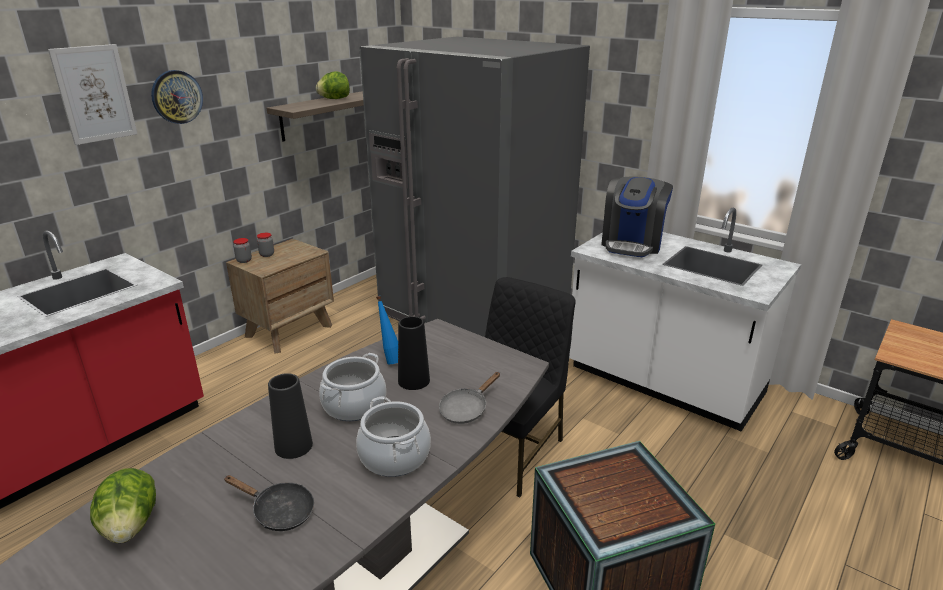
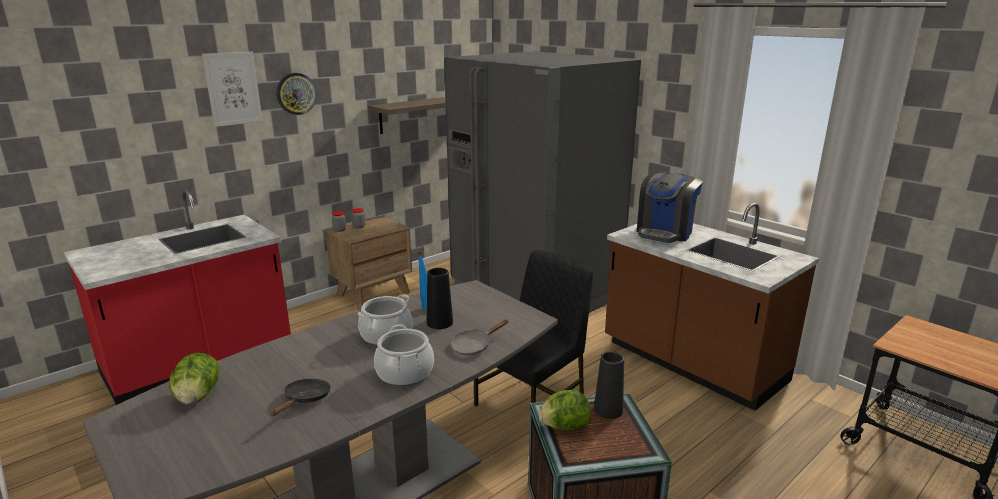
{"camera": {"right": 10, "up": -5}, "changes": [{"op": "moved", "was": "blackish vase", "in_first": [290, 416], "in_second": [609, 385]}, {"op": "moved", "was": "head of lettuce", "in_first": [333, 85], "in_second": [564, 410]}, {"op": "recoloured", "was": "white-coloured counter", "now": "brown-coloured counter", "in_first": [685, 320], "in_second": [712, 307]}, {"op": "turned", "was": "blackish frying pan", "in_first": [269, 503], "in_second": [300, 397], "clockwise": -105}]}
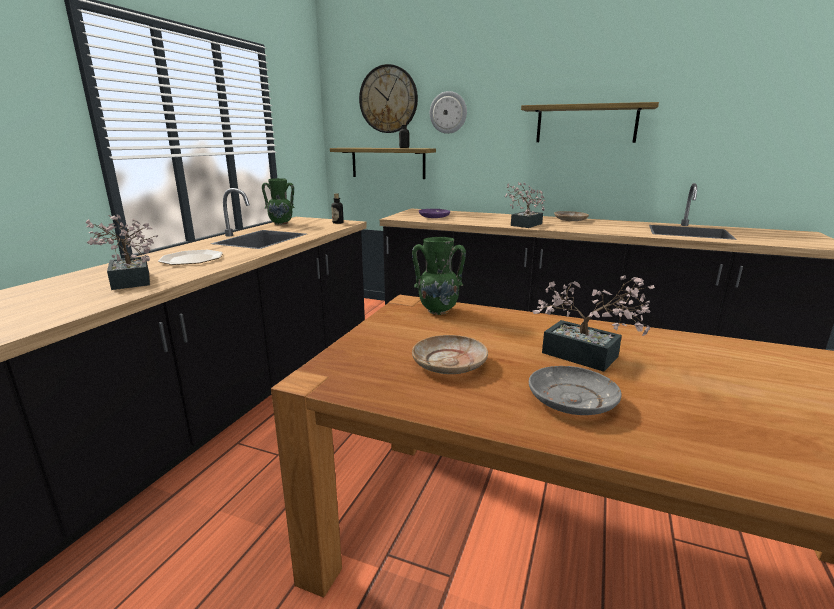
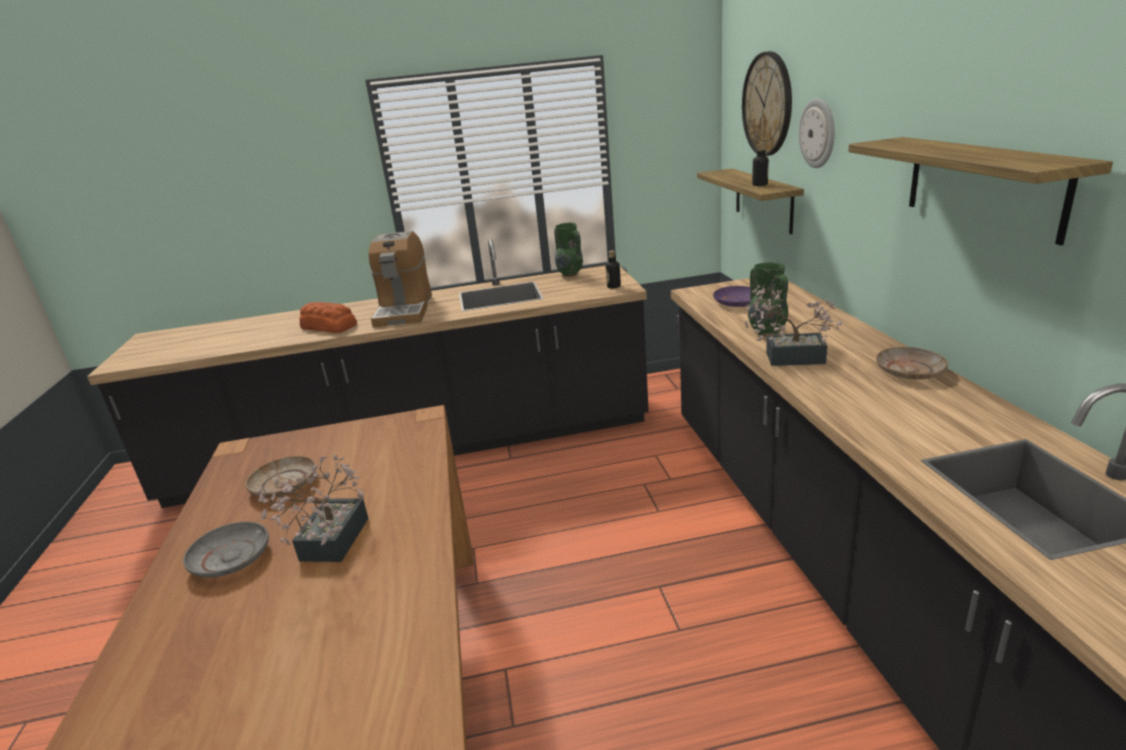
{"camera": {"right": 60, "up": 5}, "changes": [{"op": "moved", "was": "green-coloured vase", "in_first": [439, 276], "in_second": [768, 299]}, {"op": "replaced", "was": "plant in a pot", "now": "bread", "in_first": [122, 252], "in_second": [328, 317]}, {"op": "replaced", "was": "plate", "now": "coffee maker", "in_first": [190, 257], "in_second": [400, 279]}]}
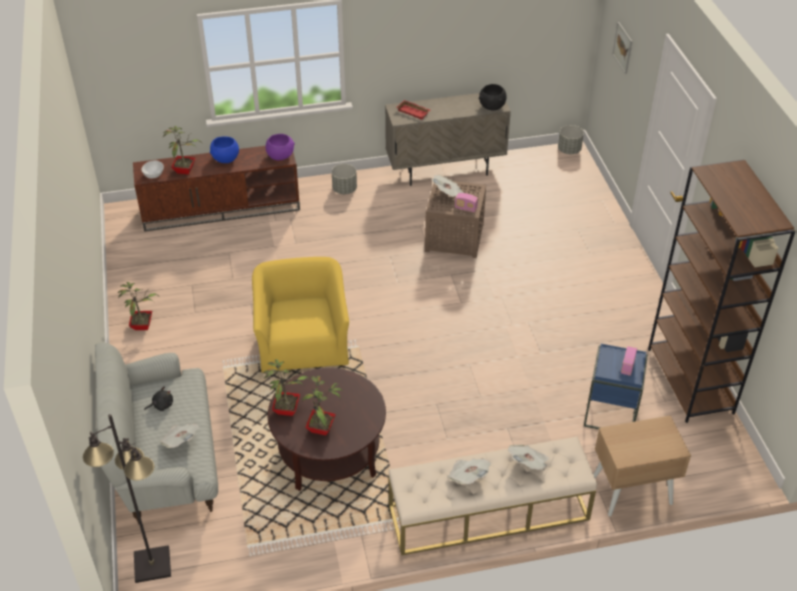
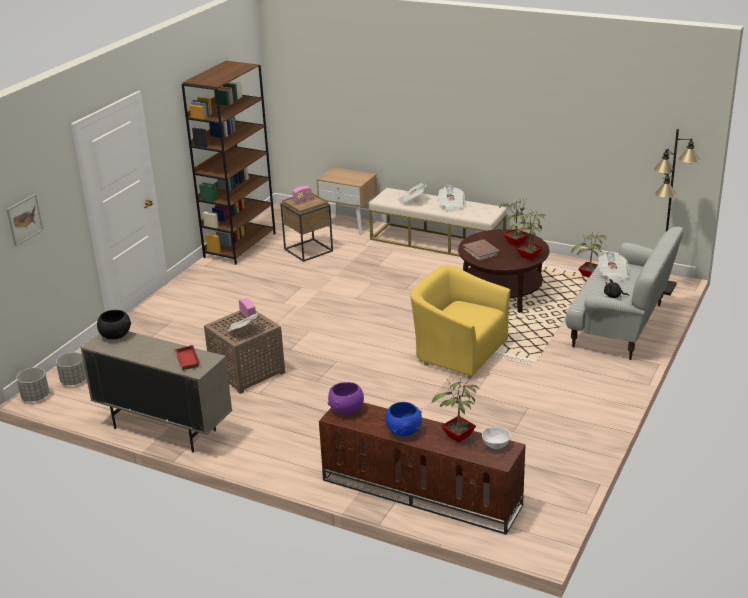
{"camera": {"right": -140, "up": -15}, "changes": [{"op": "added", "now": "brown-coloured volume", "in_second": [481, 250]}, {"op": "moved", "was": "plant in a pot", "in_first": [138, 306], "in_second": [588, 255]}, {"op": "moved", "was": "grey planter", "in_first": [344, 179], "in_second": [71, 368]}, {"op": "recoloured", "was": "blue end table", "now": "brown-coloured end table", "in_first": [616, 386], "in_second": [306, 227]}, {"op": "turned", "was": "yellowish armchair", "in_first": [300, 315], "in_second": [460, 322], "clockwise": 90}]}
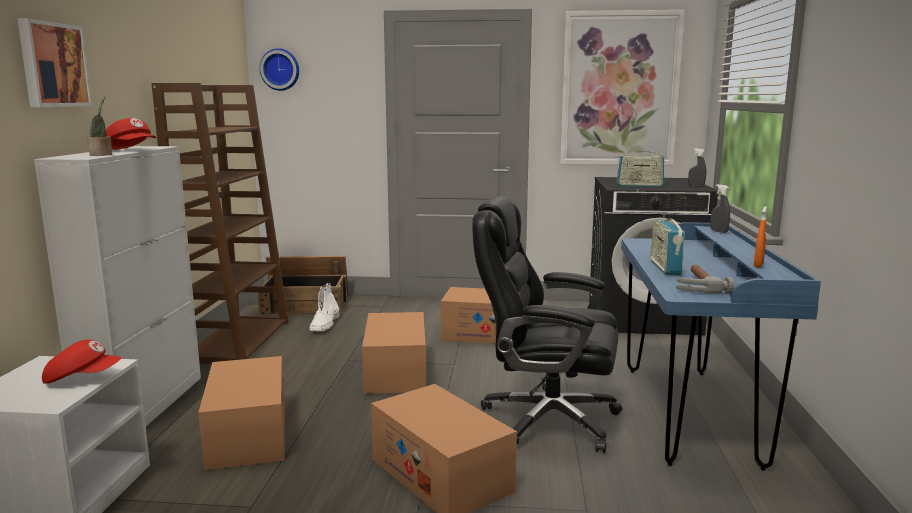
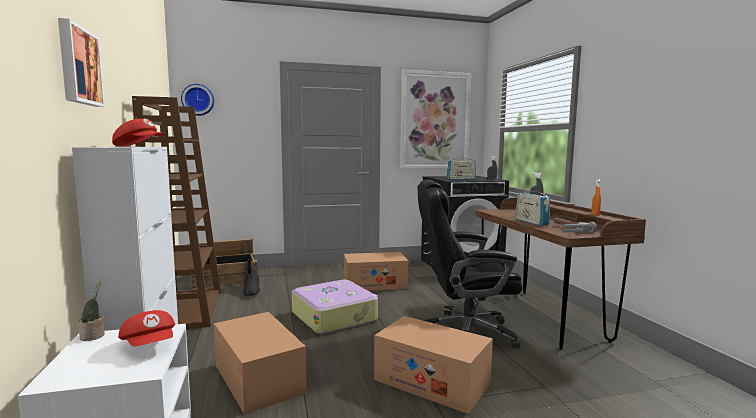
{"camera": {"right": -20, "up": -5}, "changes": [{"op": "moved", "was": "plant in a pot", "in_first": [99, 126], "in_second": [91, 310]}, {"op": "replaced", "was": "packing box", "now": "travel case", "in_first": [394, 353], "in_second": [335, 307]}, {"op": "recoloured", "was": "white-coloured high-top boot", "now": "blackish high-top boot", "in_first": [324, 307], "in_second": [251, 277]}, {"op": "recoloured", "was": "blue desk table", "now": "brown-coloured desk table", "in_first": [721, 346], "in_second": [560, 274]}, {"op": "turned", "was": "reddish cap", "in_first": [82, 361], "in_second": [146, 328], "clockwise": 75}]}
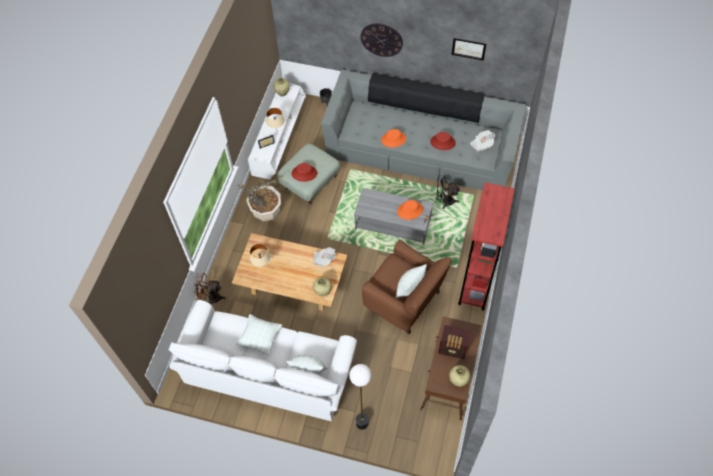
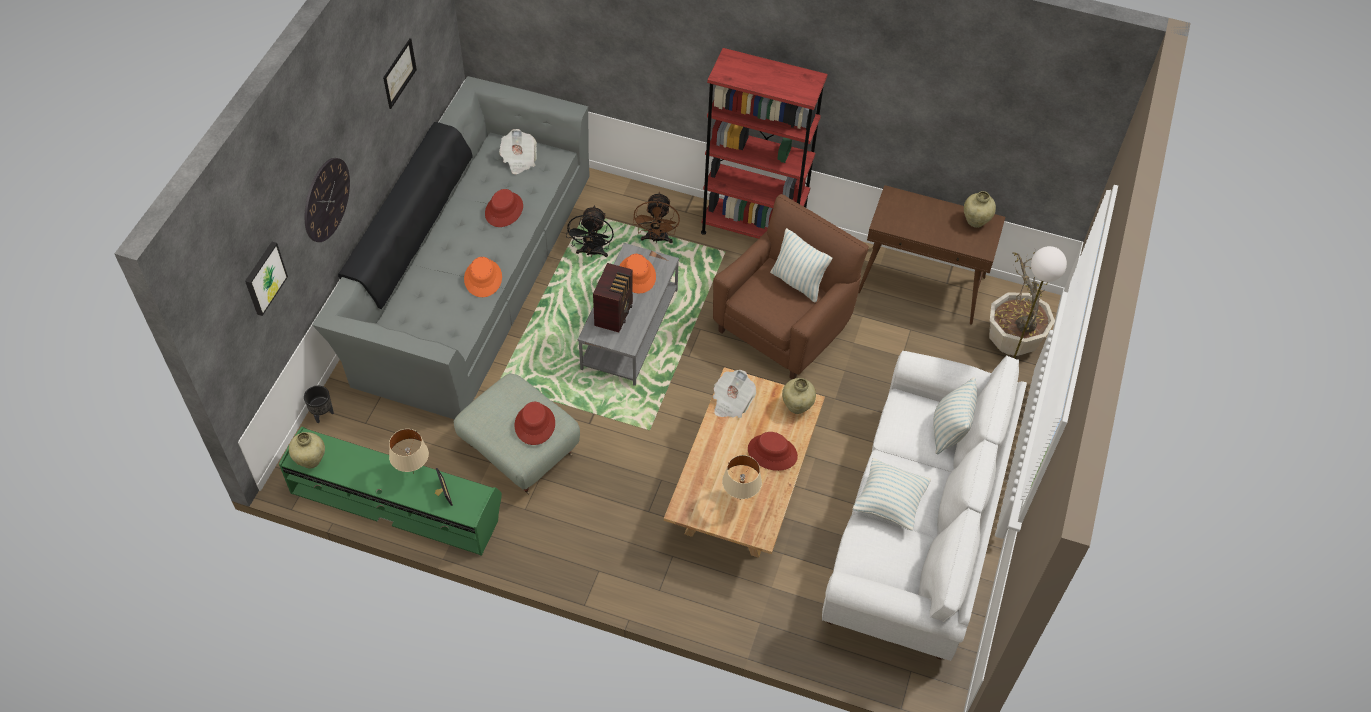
{"camera": {"right": -90, "up": -5}, "changes": [{"op": "added", "now": "wall art", "in_second": [266, 279]}, {"op": "added", "now": "reddish clothing hat", "in_second": [773, 451]}, {"op": "moved", "was": "brown-coloured fan", "in_first": [210, 288], "in_second": [656, 218]}, {"op": "moved", "was": "plant in a pot", "in_first": [260, 198], "in_second": [1022, 302]}, {"op": "moved", "was": "radio", "in_first": [454, 342], "in_second": [613, 297]}, {"op": "recoloured", "was": "white-coloured tv stand", "now": "green-coloured tv stand", "in_first": [277, 131], "in_second": [390, 491]}]}
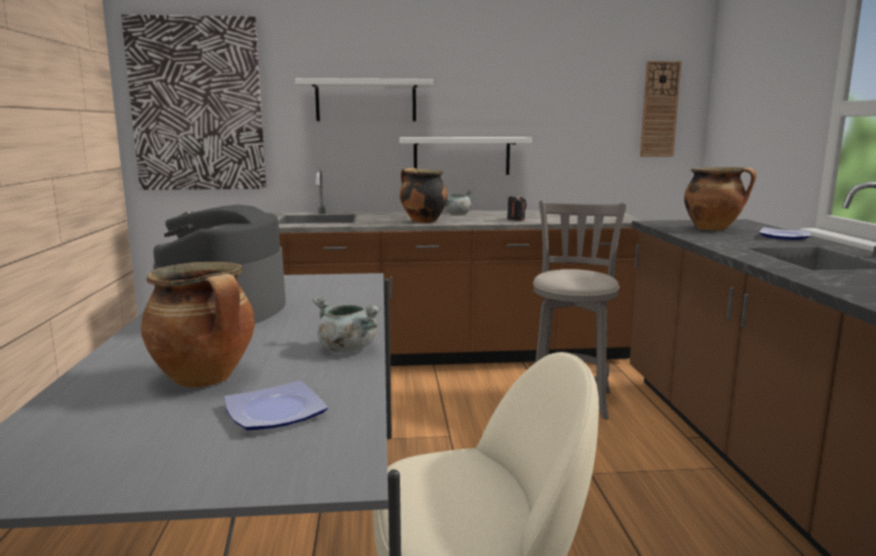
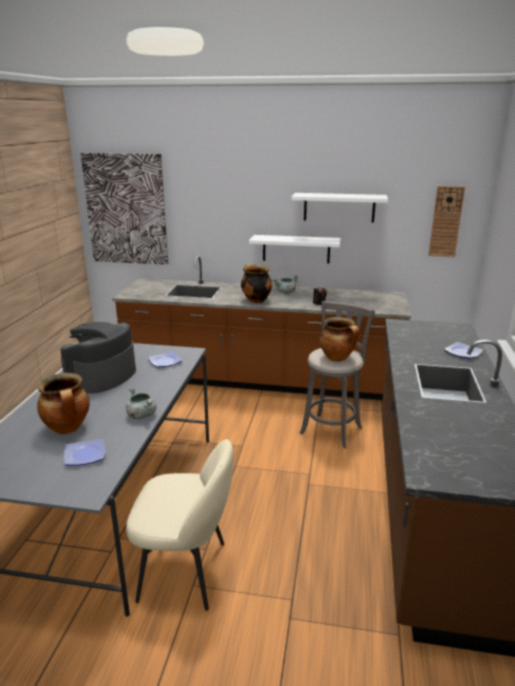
{"camera": {"right": 15, "up": 10}, "changes": [{"op": "added", "now": "plate", "in_second": [165, 359]}, {"op": "moved", "was": "white-coloured wall shelf", "in_first": [364, 99], "in_second": [340, 208]}, {"op": "moved", "was": "saucepot", "in_first": [720, 198], "in_second": [339, 339]}]}
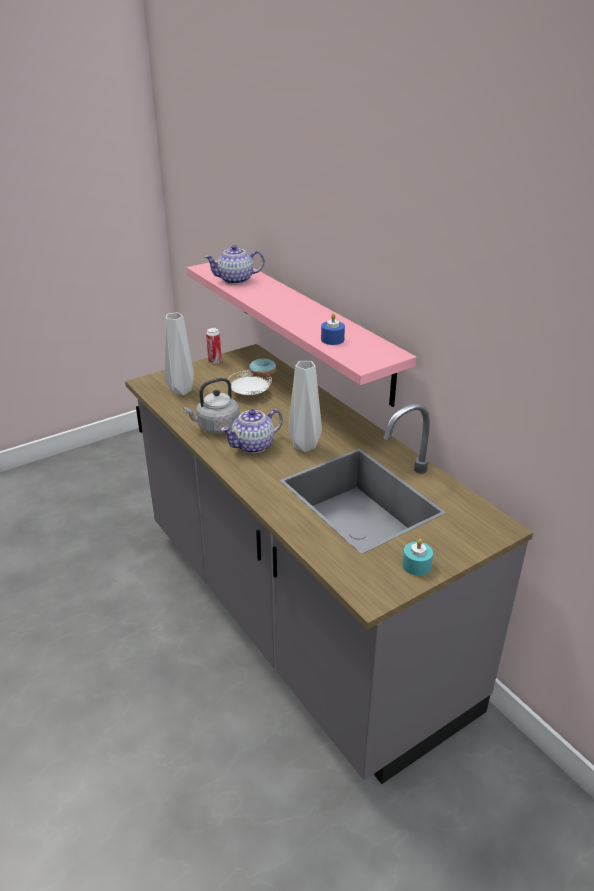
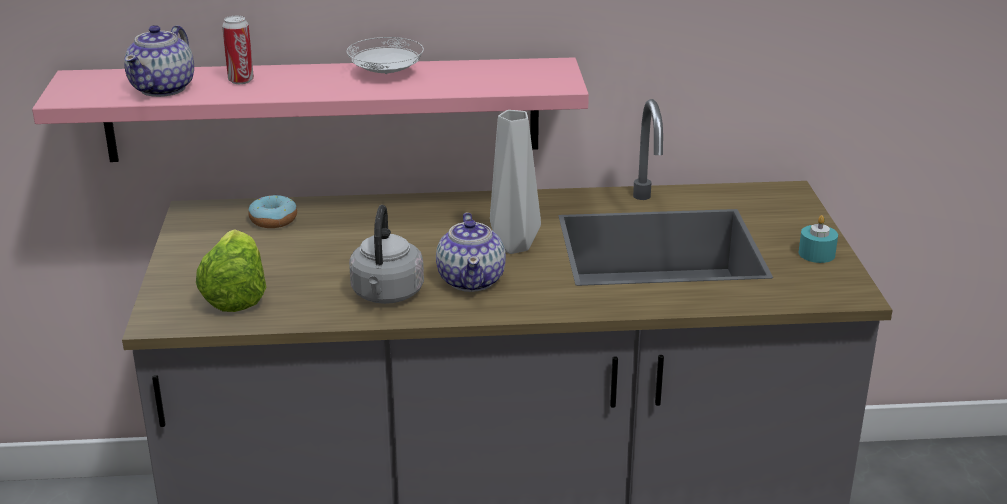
{"camera": {"right": -60, "up": -5}, "changes": [{"op": "removed", "was": "blue wax light", "in_first": [333, 329]}, {"op": "moved", "was": "sealed can", "in_first": [214, 346], "in_second": [238, 50]}, {"op": "moved", "was": "white-coloured plate", "in_first": [250, 382], "in_second": [385, 55]}, {"op": "replaced", "was": "grey vase", "now": "head of lettuce", "in_first": [179, 354], "in_second": [231, 270]}]}
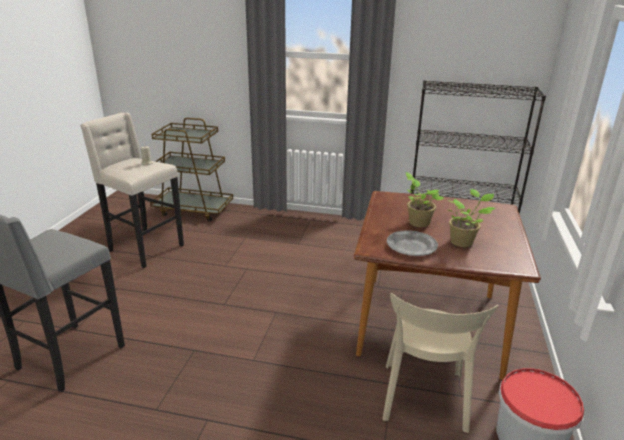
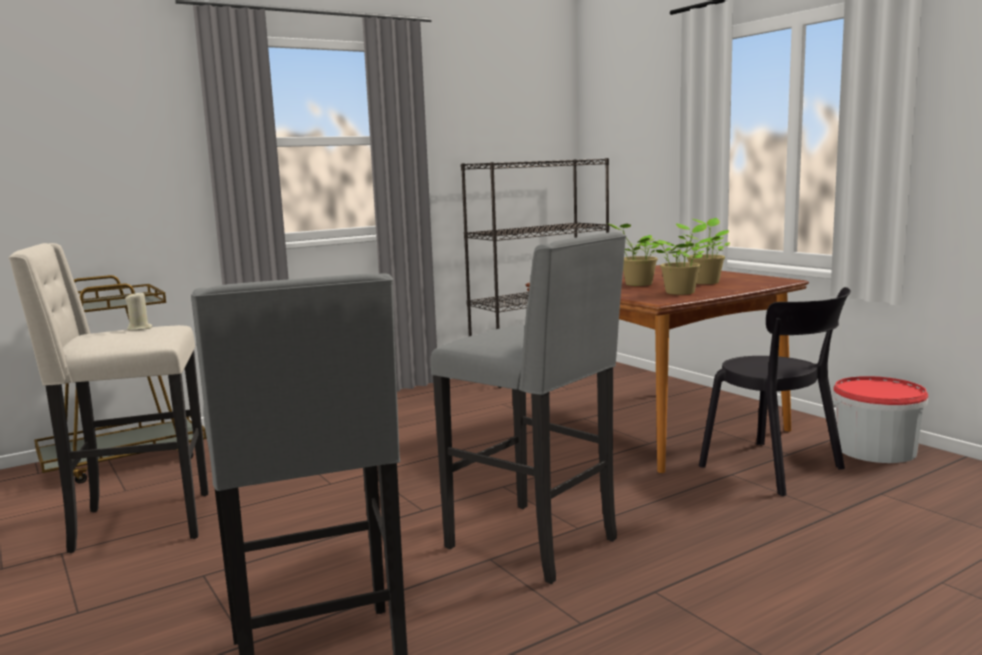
{"camera": {"right": -45, "up": -15}, "changes": [{"op": "added", "now": "grey stool seat", "in_second": [528, 408]}, {"op": "replaced", "was": "grey plate", "now": "plant in a pot", "in_first": [412, 243], "in_second": [683, 259]}, {"op": "recoloured", "was": "sand-coloured plain chair", "now": "blackish plain chair", "in_first": [440, 363], "in_second": [775, 391]}]}
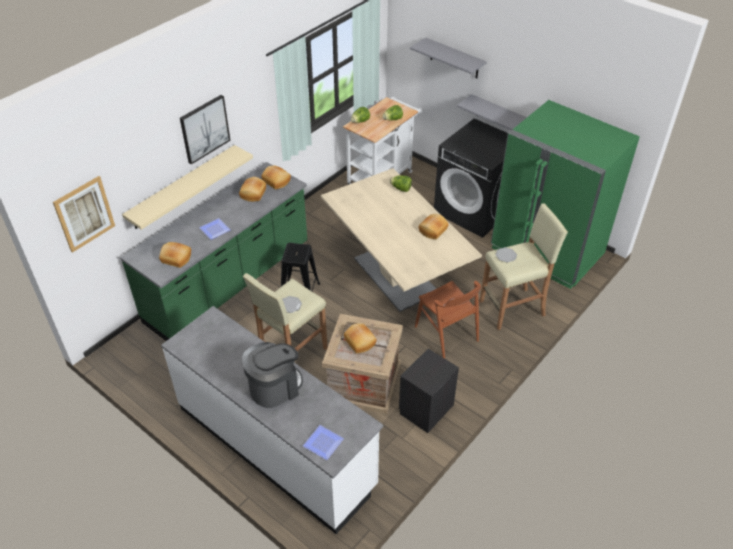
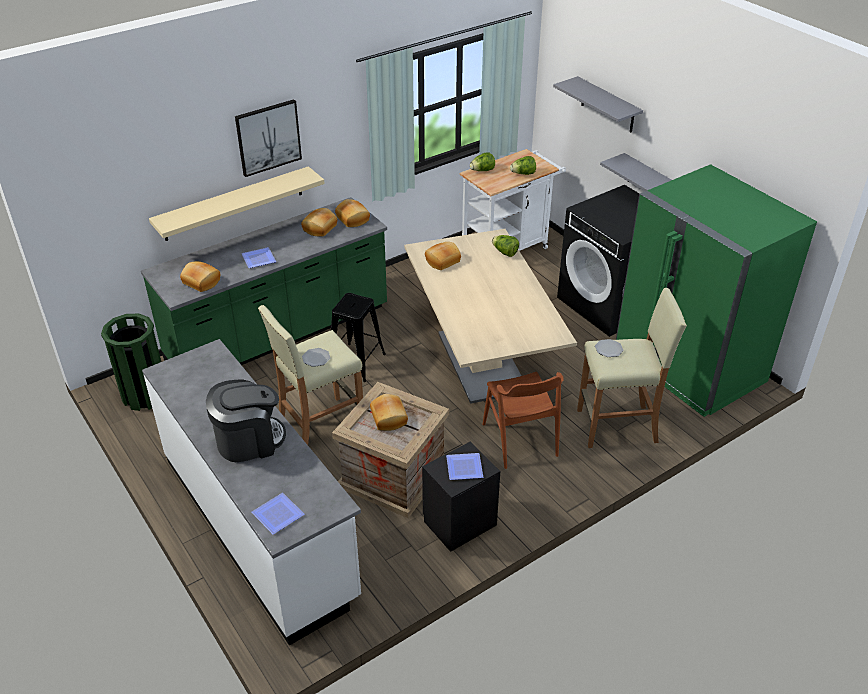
{"camera": {"right": 15, "up": -5}, "changes": [{"op": "removed", "was": "wall art", "in_first": [84, 214]}, {"op": "added", "now": "green-coloured waste bin", "in_second": [131, 362]}, {"op": "added", "now": "plate", "in_second": [464, 466]}, {"op": "moved", "was": "bread", "in_first": [433, 226], "in_second": [443, 256]}]}
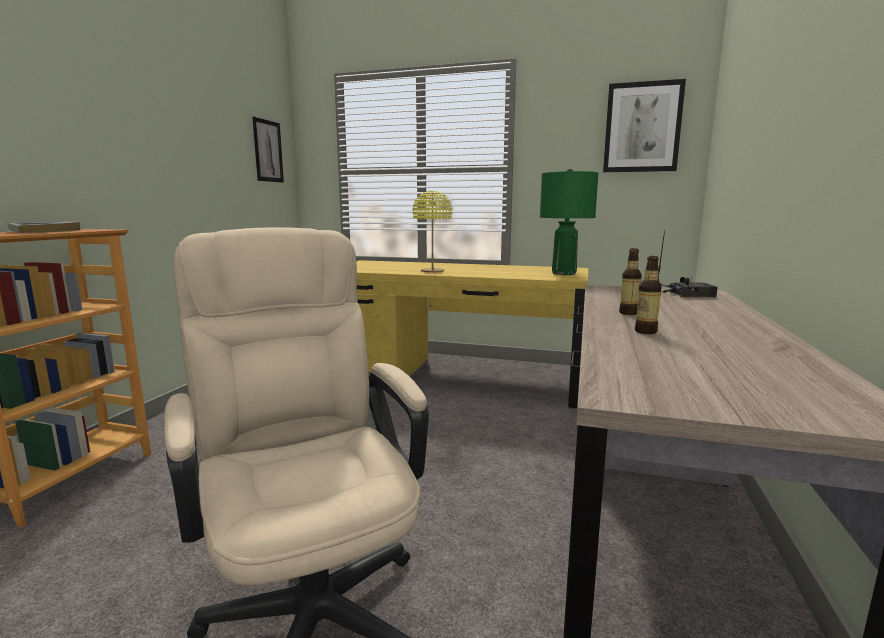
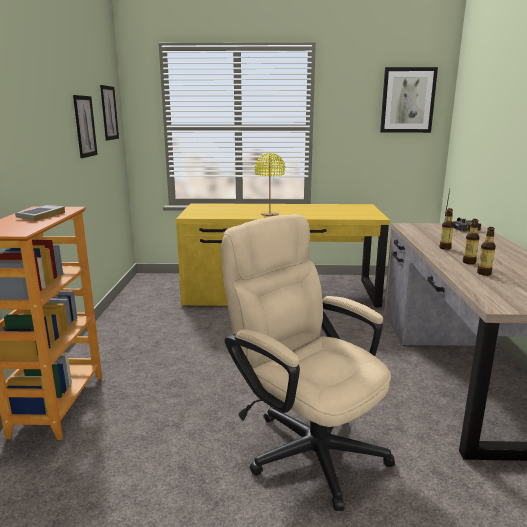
{"camera": {"right": -15, "up": 5}, "changes": [{"op": "removed", "was": "green-coloured tabletop lamp", "in_first": [569, 222]}, {"op": "added", "now": "wall art", "in_second": [85, 126]}, {"op": "added", "now": "drink bottle", "in_second": [486, 251]}]}
